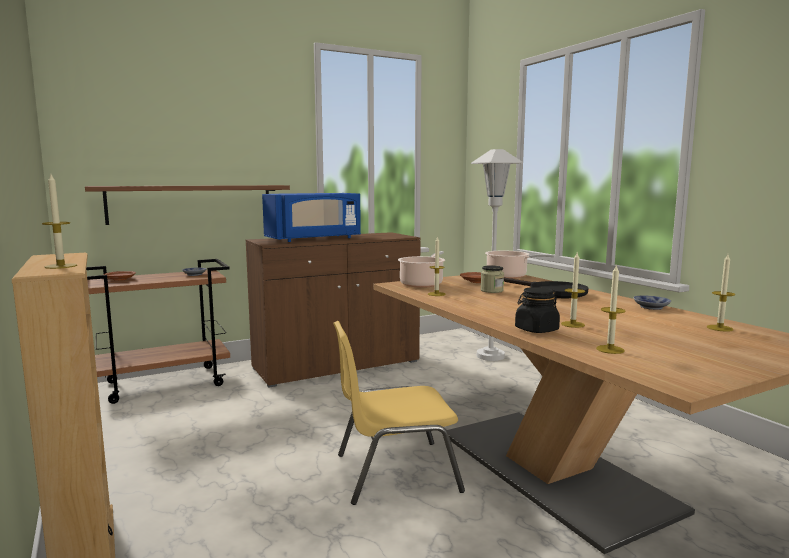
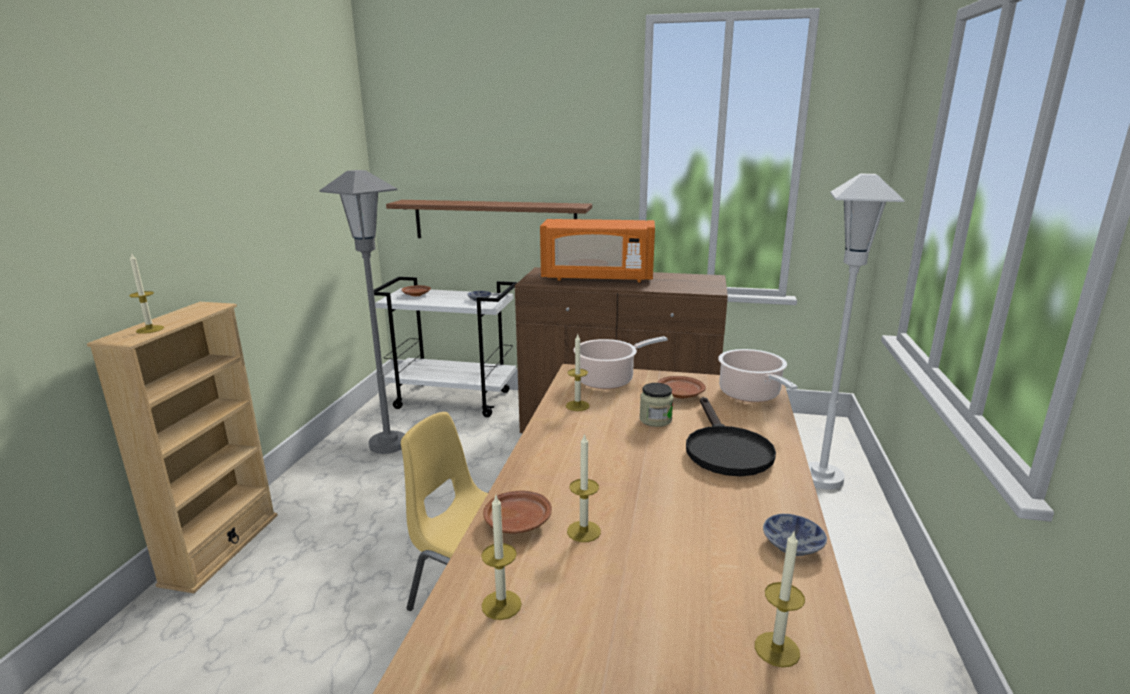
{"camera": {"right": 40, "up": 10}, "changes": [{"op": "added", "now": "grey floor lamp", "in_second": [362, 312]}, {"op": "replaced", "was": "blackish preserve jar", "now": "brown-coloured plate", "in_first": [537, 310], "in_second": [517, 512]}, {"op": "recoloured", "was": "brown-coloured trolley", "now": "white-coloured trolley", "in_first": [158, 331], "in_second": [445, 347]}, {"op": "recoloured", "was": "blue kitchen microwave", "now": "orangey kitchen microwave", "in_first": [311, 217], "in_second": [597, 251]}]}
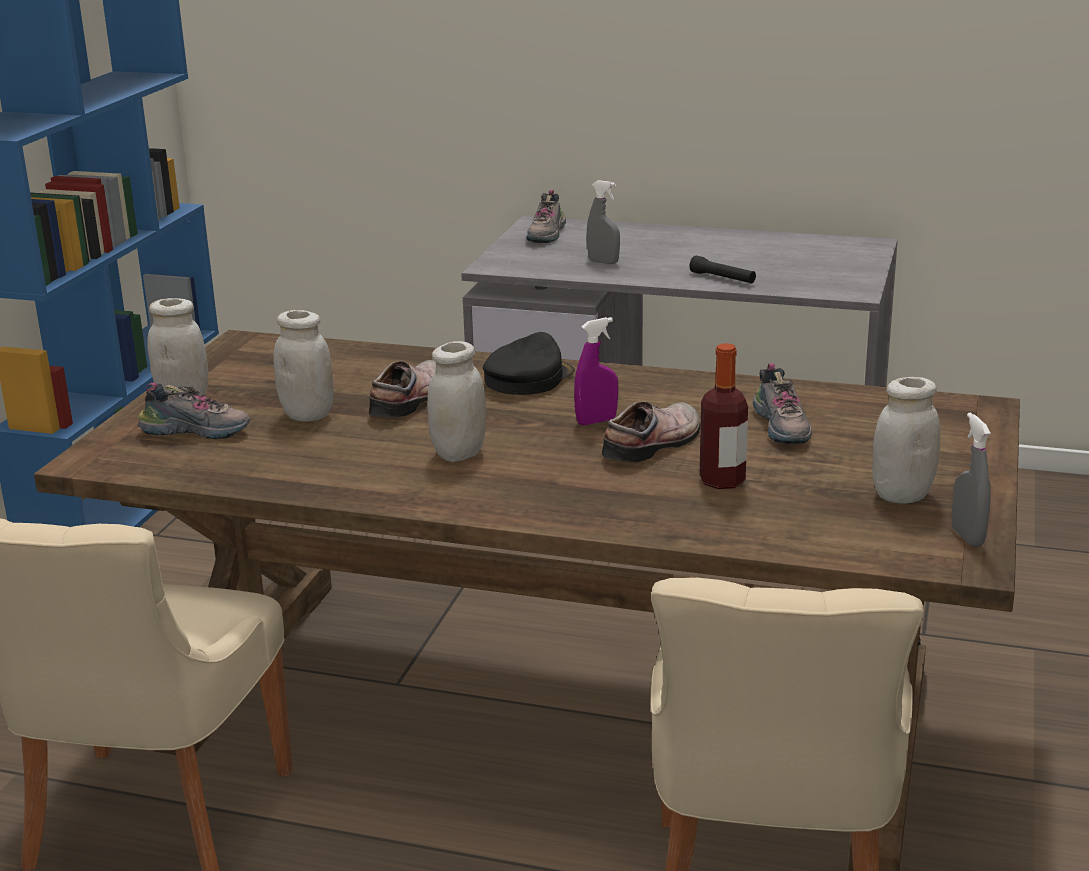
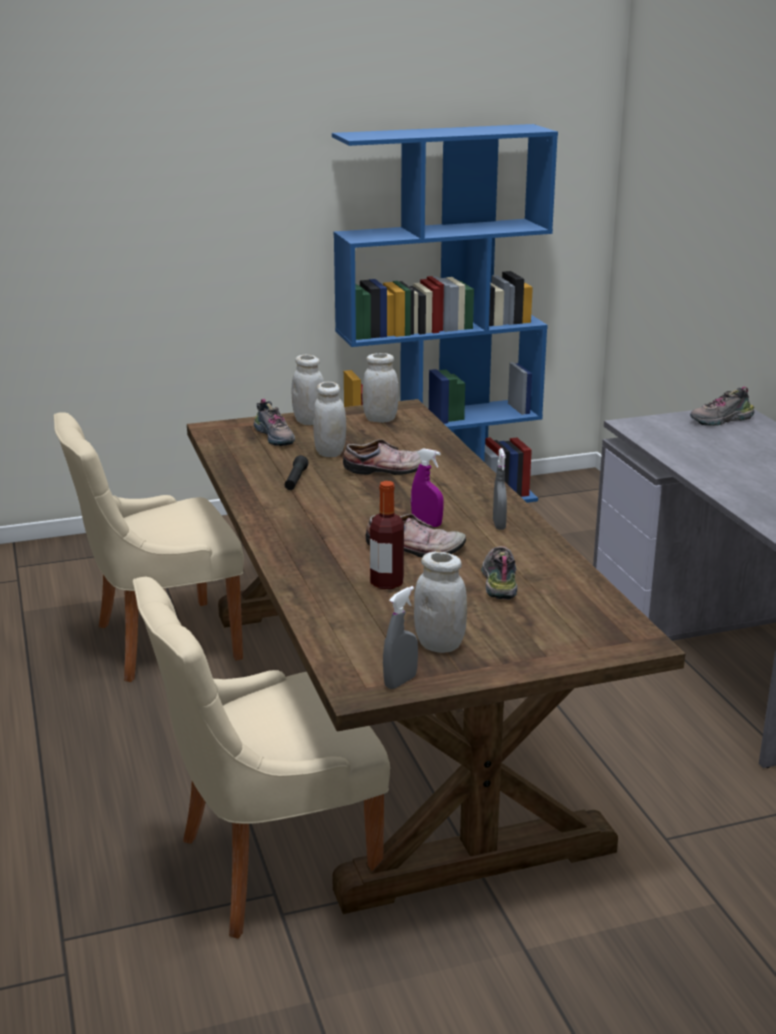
{"camera": {"right": 55, "up": 0}, "changes": [{"op": "removed", "was": "blackish cap", "in_first": [529, 363]}, {"op": "moved", "was": "white-coloured preserve jar", "in_first": [456, 401], "in_second": [380, 388]}, {"op": "moved", "was": "grey hand sprayer", "in_first": [603, 222], "in_second": [500, 489]}, {"op": "moved", "was": "blackish hand torch", "in_first": [723, 269], "in_second": [296, 472]}, {"op": "turned", "was": "item of footwear", "in_first": [782, 404], "in_second": [499, 573], "clockwise": 135}]}
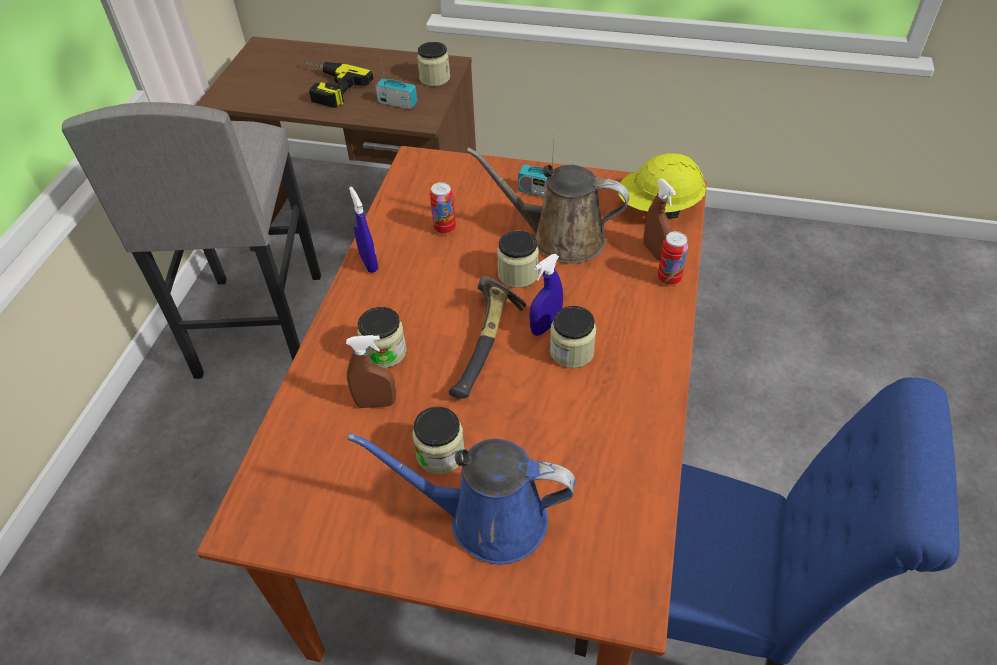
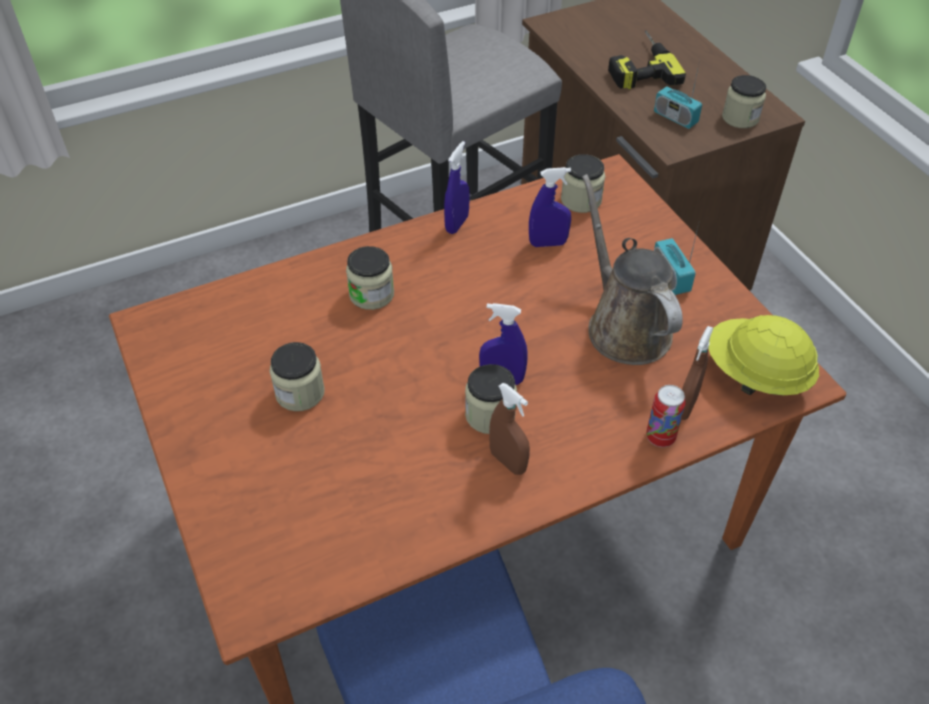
{"camera": {"right": 50, "up": 0}, "changes": [{"op": "removed", "was": "blue sprinkling can", "in_first": [461, 498]}, {"op": "removed", "was": "hand hammer", "in_first": [487, 337]}, {"op": "moved", "was": "brown-coloured hand sprayer", "in_first": [371, 371], "in_second": [509, 429]}, {"op": "moved", "was": "preserve jar", "in_first": [518, 259], "in_second": [583, 183]}, {"op": "replaced", "was": "sealed can", "now": "blue hand sprayer", "in_first": [443, 208], "in_second": [550, 207]}, {"op": "turned", "was": "radio", "in_first": [396, 82], "in_second": [678, 94], "clockwise": 150}]}
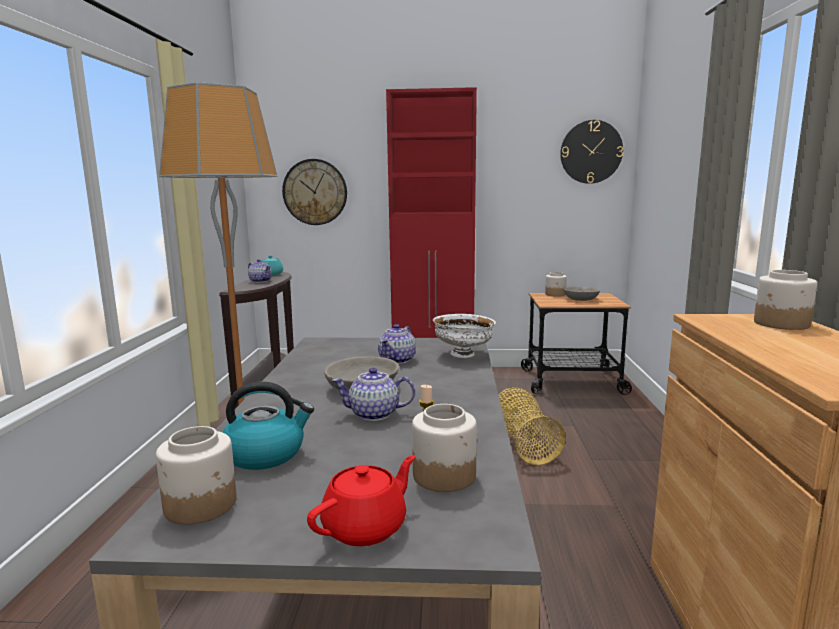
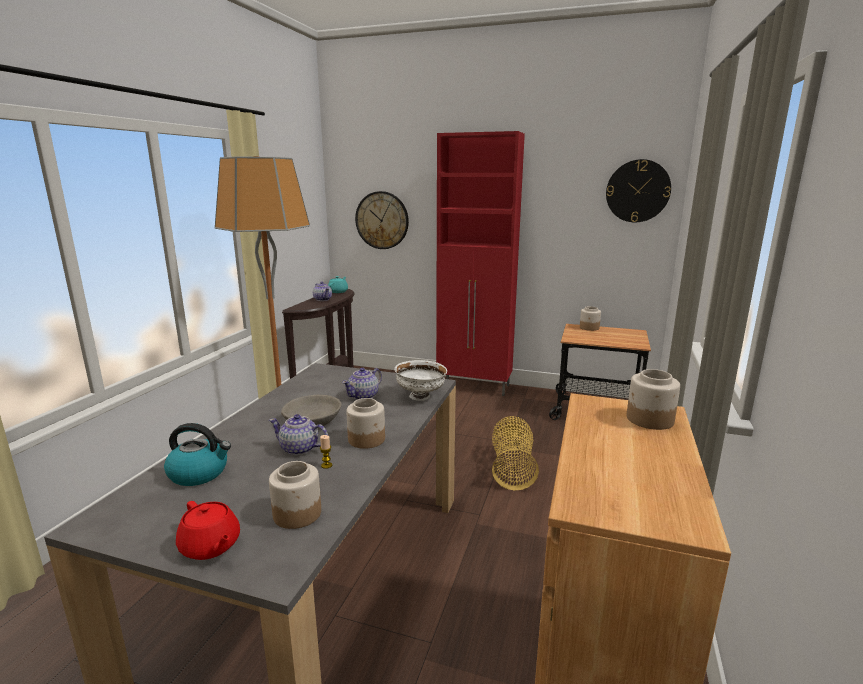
{"camera": {"right": 15, "up": 5}, "changes": [{"op": "removed", "was": "grey bowl", "in_first": [581, 294]}, {"op": "moved", "was": "preserve jar", "in_first": [196, 475], "in_second": [365, 423]}, {"op": "turned", "was": "reddish pot for tea", "in_first": [361, 500], "in_second": [208, 530], "clockwise": 75}]}
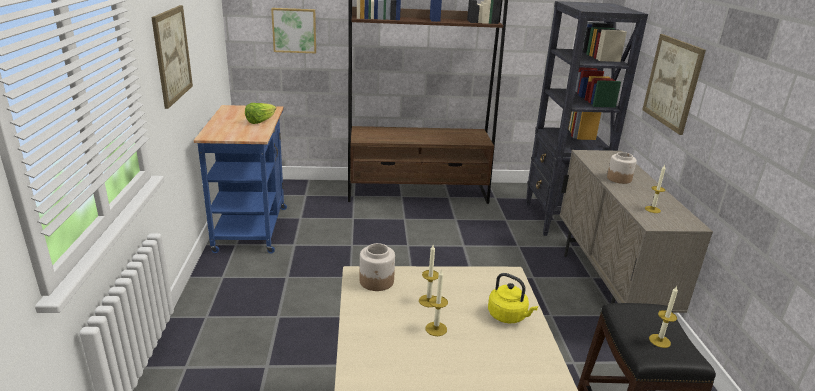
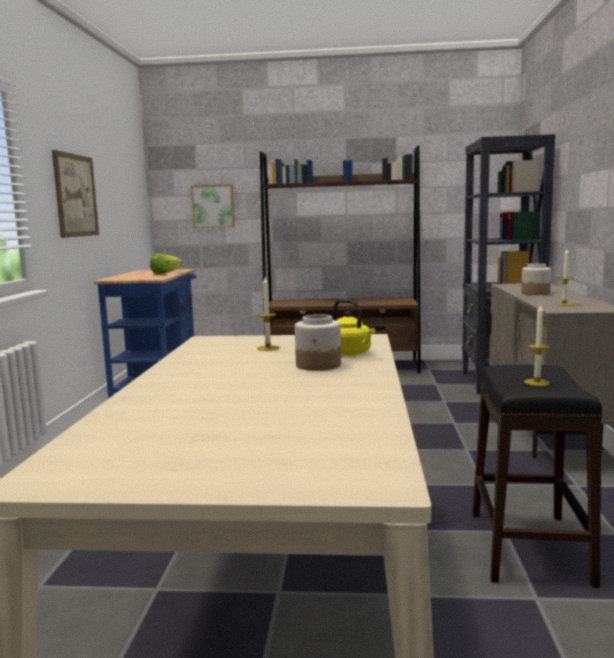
{"camera": {"right": 10, "up": -15}, "changes": [{"op": "removed", "was": "wax light", "in_first": [436, 302]}, {"op": "removed", "was": "wall art", "in_first": [674, 84]}, {"op": "moved", "was": "preserve jar", "in_first": [377, 267], "in_second": [318, 342]}]}
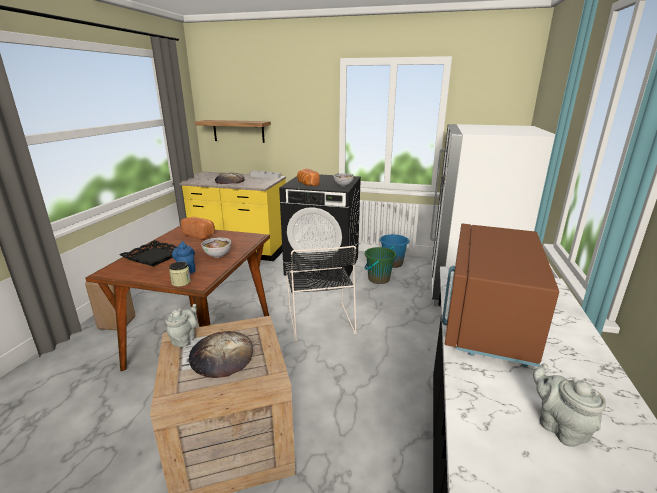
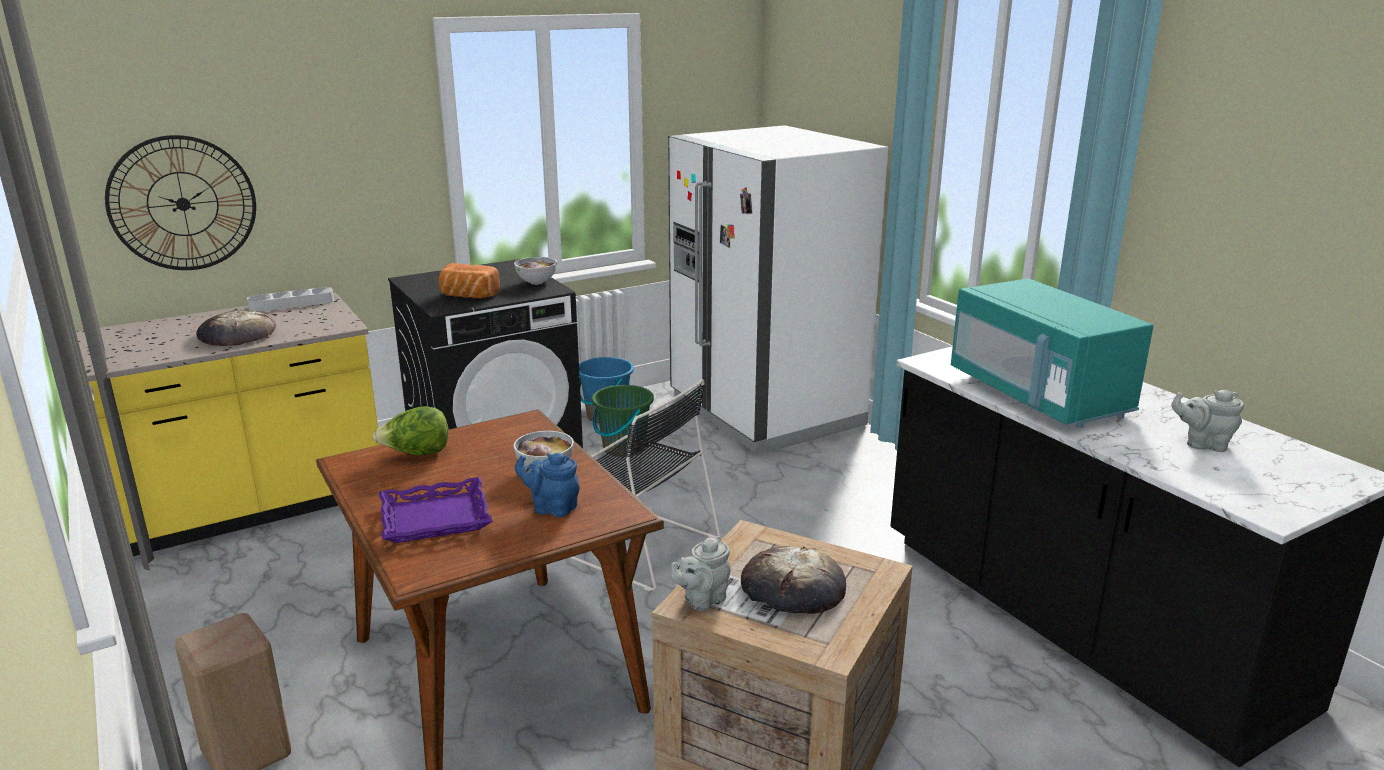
{"camera": {"right": -45, "up": 0}, "changes": [{"op": "removed", "was": "preserve jar", "in_first": [180, 274]}, {"op": "replaced", "was": "bread", "now": "head of lettuce", "in_first": [198, 228], "in_second": [410, 430]}, {"op": "replaced", "was": "wall shelf", "now": "hanging clock", "in_first": [233, 131], "in_second": [180, 202]}, {"op": "recoloured", "was": "blackish carrying tray", "now": "purple-coloured carrying tray", "in_first": [148, 253], "in_second": [435, 510]}, {"op": "recoloured", "was": "brown-coloured kitchen microwave", "now": "blue-green kitchen microwave", "in_first": [500, 295], "in_second": [1052, 353]}, {"op": "turned", "was": "grey pot for tea", "in_first": [181, 326], "in_second": [700, 573], "clockwise": -105}]}
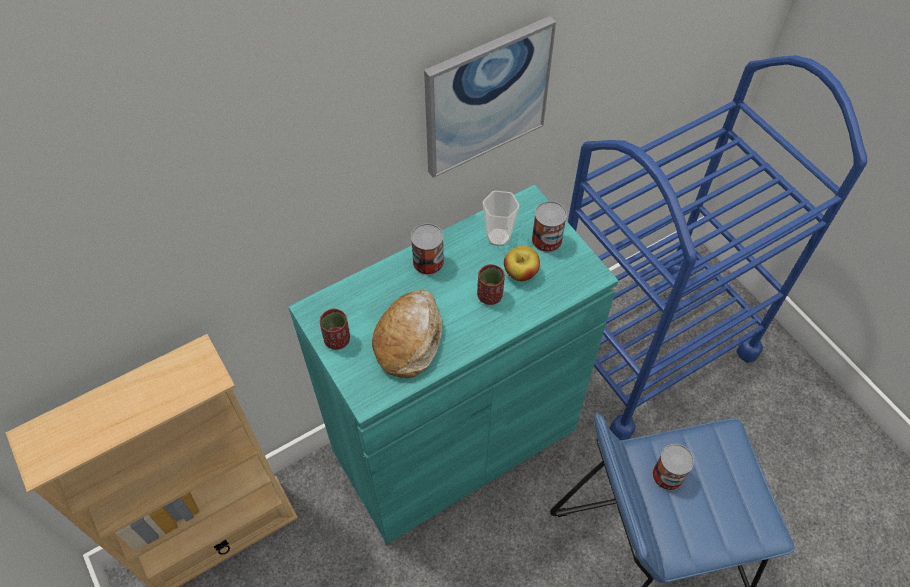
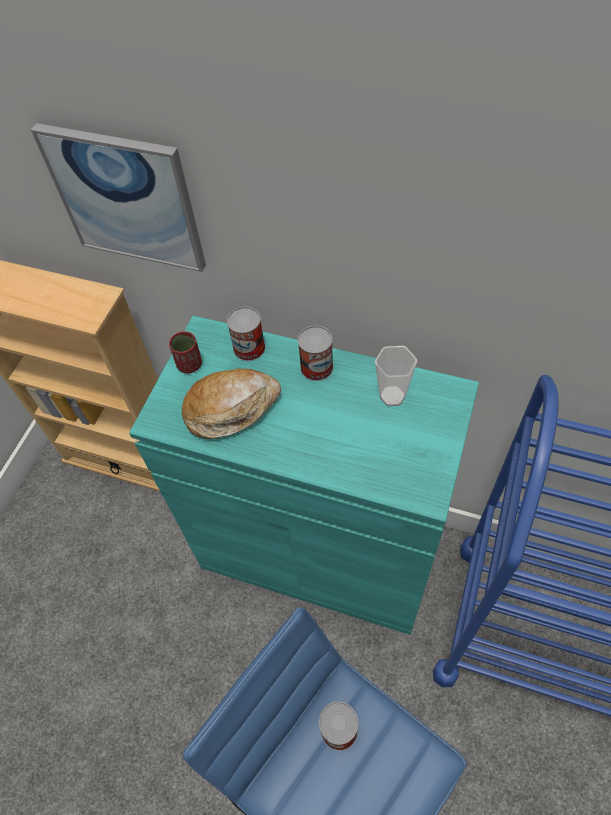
{"camera": {"right": 55, "up": 0}, "changes": [{"op": "removed", "was": "reddish small cup", "in_first": [491, 284]}, {"op": "removed", "was": "whole apple", "in_first": [522, 263]}, {"op": "moved", "was": "wall art", "in_first": [490, 97], "in_second": [118, 197]}, {"op": "moved", "was": "sealed can", "in_first": [549, 226], "in_second": [246, 334]}]}
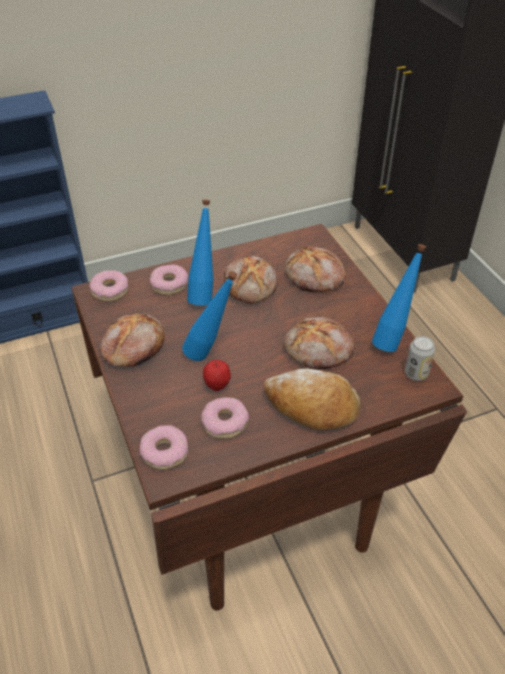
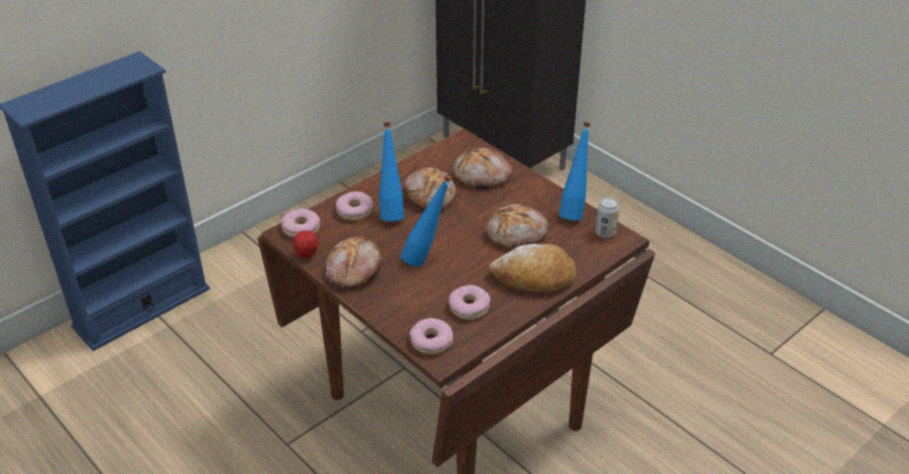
{"camera": {"right": -20, "up": -5}, "changes": [{"op": "moved", "was": "whole apple", "in_first": [217, 375], "in_second": [306, 244]}]}
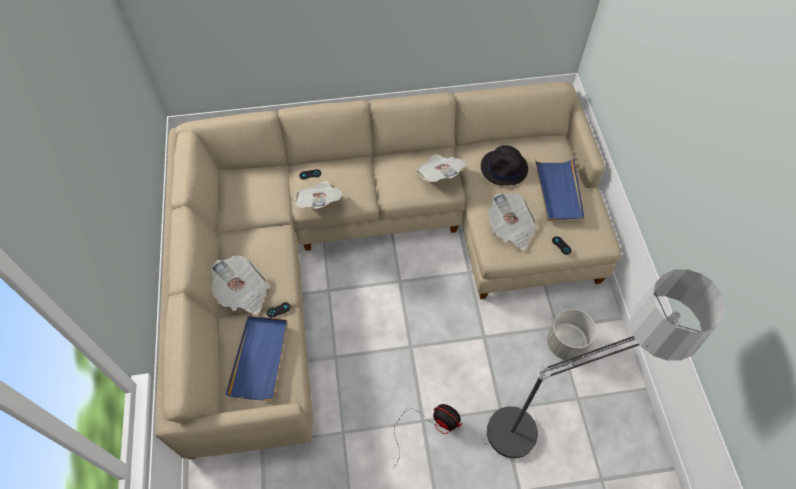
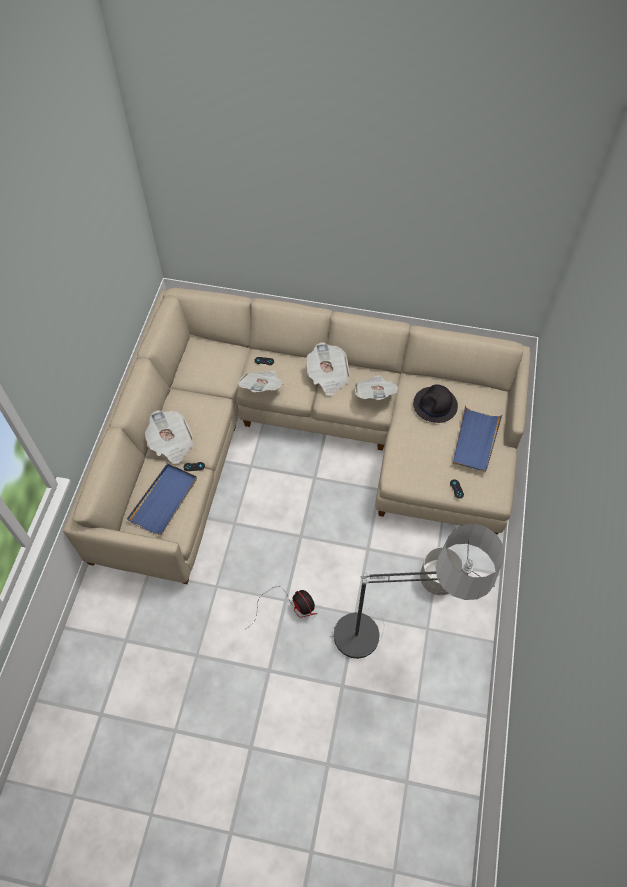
{"camera": {"right": 20, "up": 0}, "changes": [{"op": "moved", "was": "newspaper", "in_first": [513, 221], "in_second": [328, 369]}]}
